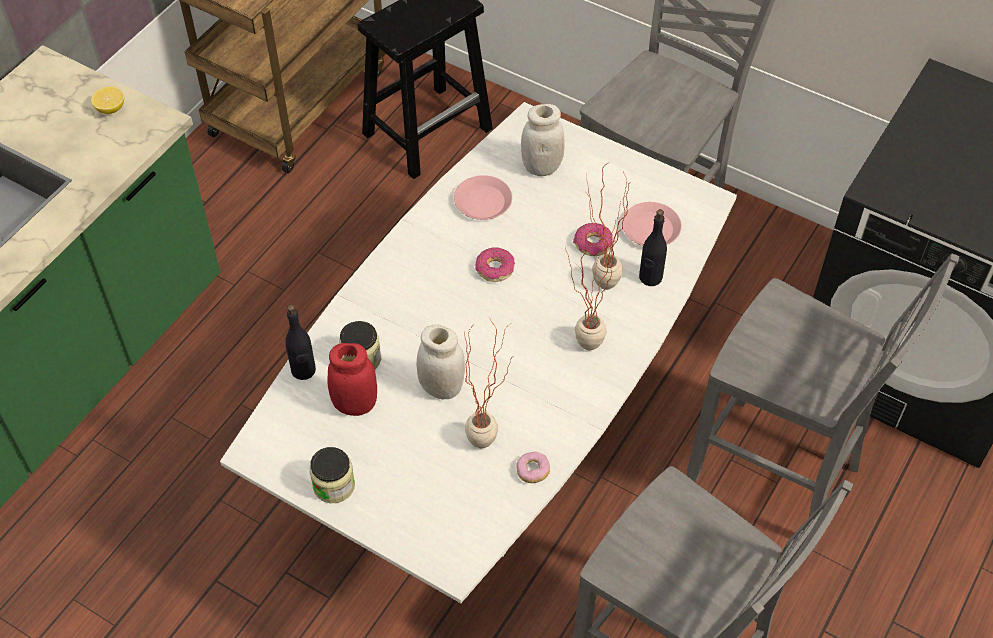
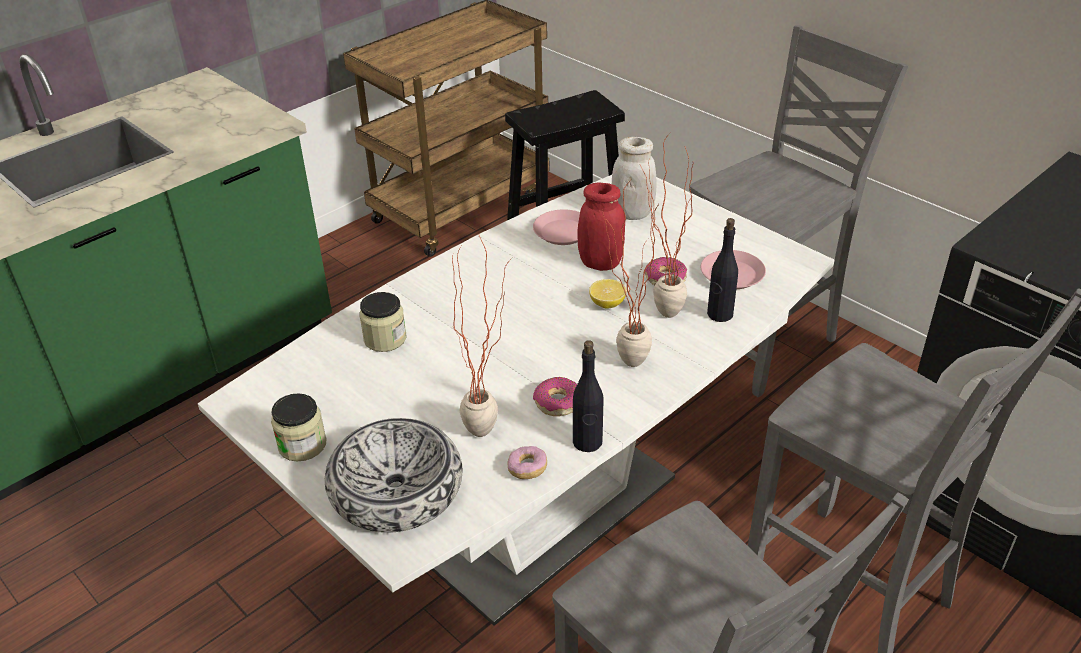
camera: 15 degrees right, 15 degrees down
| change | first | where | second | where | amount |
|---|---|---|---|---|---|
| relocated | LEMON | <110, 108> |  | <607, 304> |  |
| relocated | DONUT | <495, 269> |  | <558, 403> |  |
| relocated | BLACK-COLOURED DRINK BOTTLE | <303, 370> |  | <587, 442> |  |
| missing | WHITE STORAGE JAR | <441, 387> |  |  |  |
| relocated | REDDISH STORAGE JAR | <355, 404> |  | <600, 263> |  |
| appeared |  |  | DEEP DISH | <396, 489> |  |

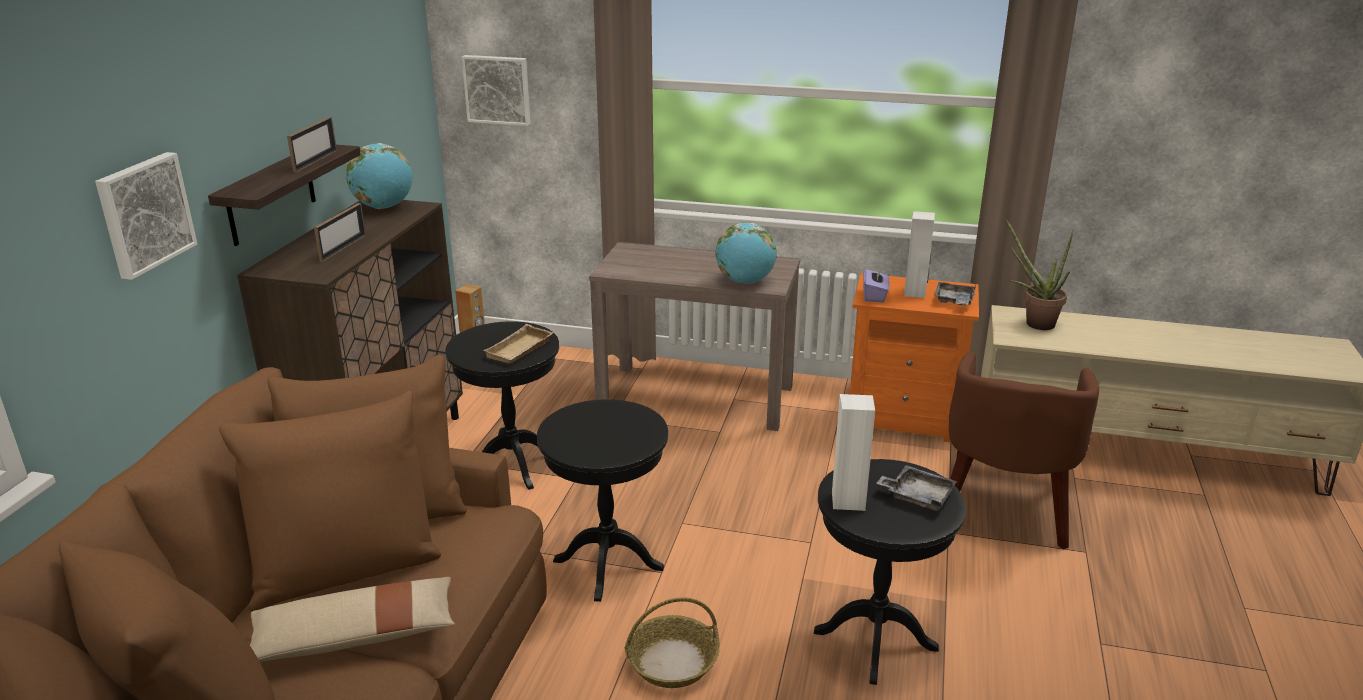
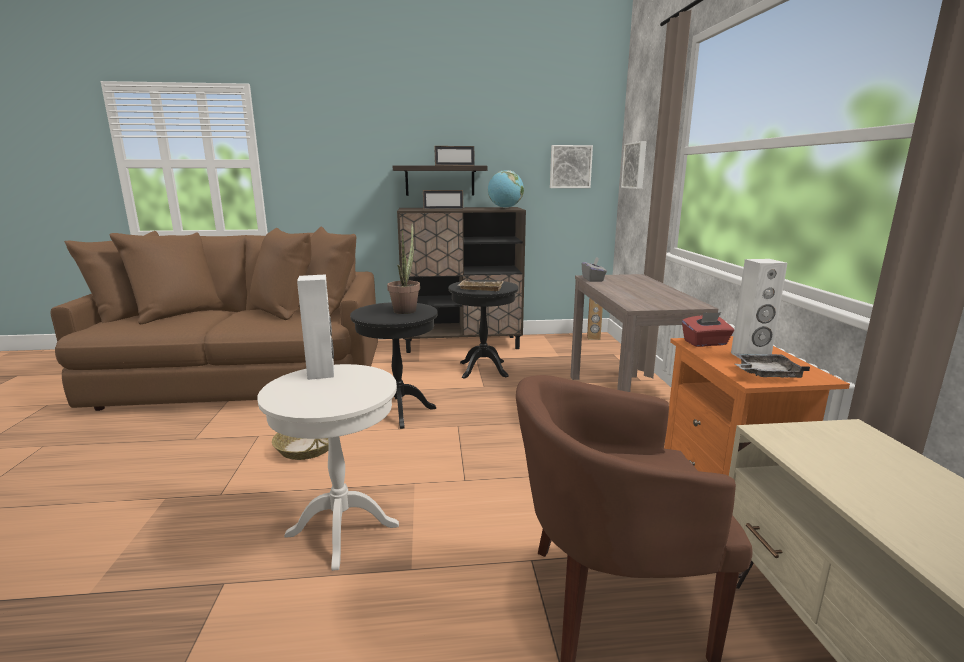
camera: 70 degrees right, 10 degrees down
| change | first | where | second | where | amount |
|---|---|---|---|---|---|
| relocated | WALL ART | <144, 214> |  | <570, 166> |  |
| relocated | PLANT IN A POT | <1033, 323> |  | <406, 309> |  |
| missing | DESK GLOBE | <745, 282> |  |  |  |
| colour | PURPLE-COLOURED TISSUE BOX | <874, 296> | REDDISH TISSUE BOX | <705, 343> |  |
| colour | BLACK-COLOURED END TABLE | <875, 640> | WHITE END TABLE | <342, 530> |  |
| missing | GREY SERVING TRAY | <917, 496> |  |  |  |
| missing | SAND-COLOURED PILLOW | <355, 636> |  |  |  |
| appeared |  |  | GREY TISSUE BOX | <593, 279> |  |

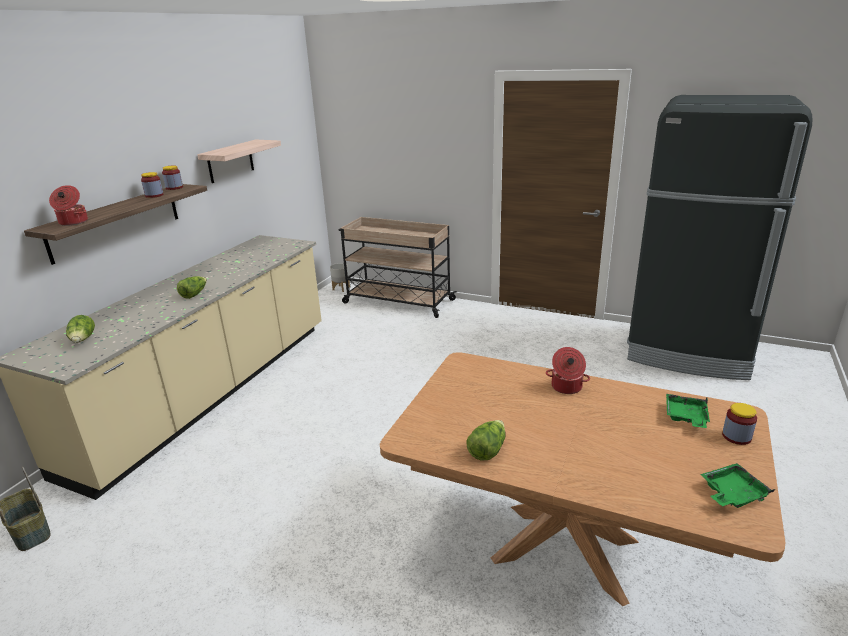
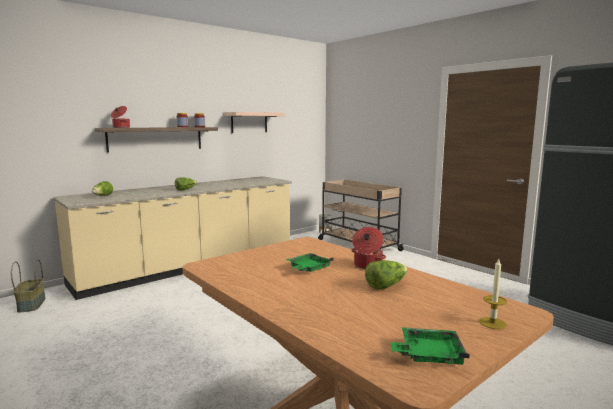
camera: 25 degrees right, 15 degrees down
| change | first | where | second | where | amount |
|---|---|---|---|---|---|
| relocated | GREENISH SERVING TRAY | <686, 417> |  | <308, 269> |  |
| exchanged | STORAGE JAR | <736, 436> | WAX CANDLE | <492, 323> |  |
| relocated | LETTUCE | <487, 449> |  | <386, 285> |  |

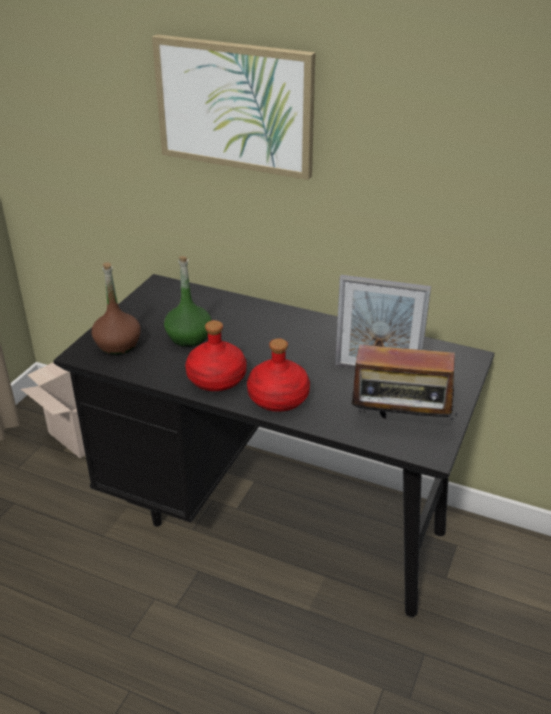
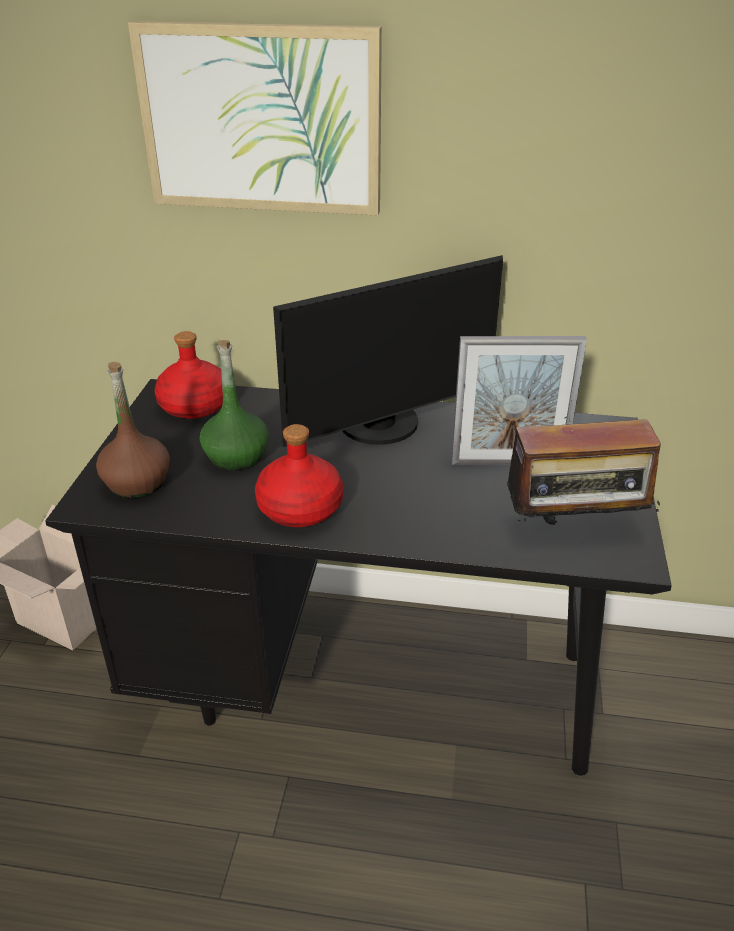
camera: 15 degrees left, 0 degrees up
| change | first | where | second | where | amount |
|---|---|---|---|---|---|
| relocated | REDDISH DRINK BOTTLE | <279, 398> |  | <195, 406> |  |
| appeared |  |  | COMPUTER DISPLAY | <383, 427> |  |

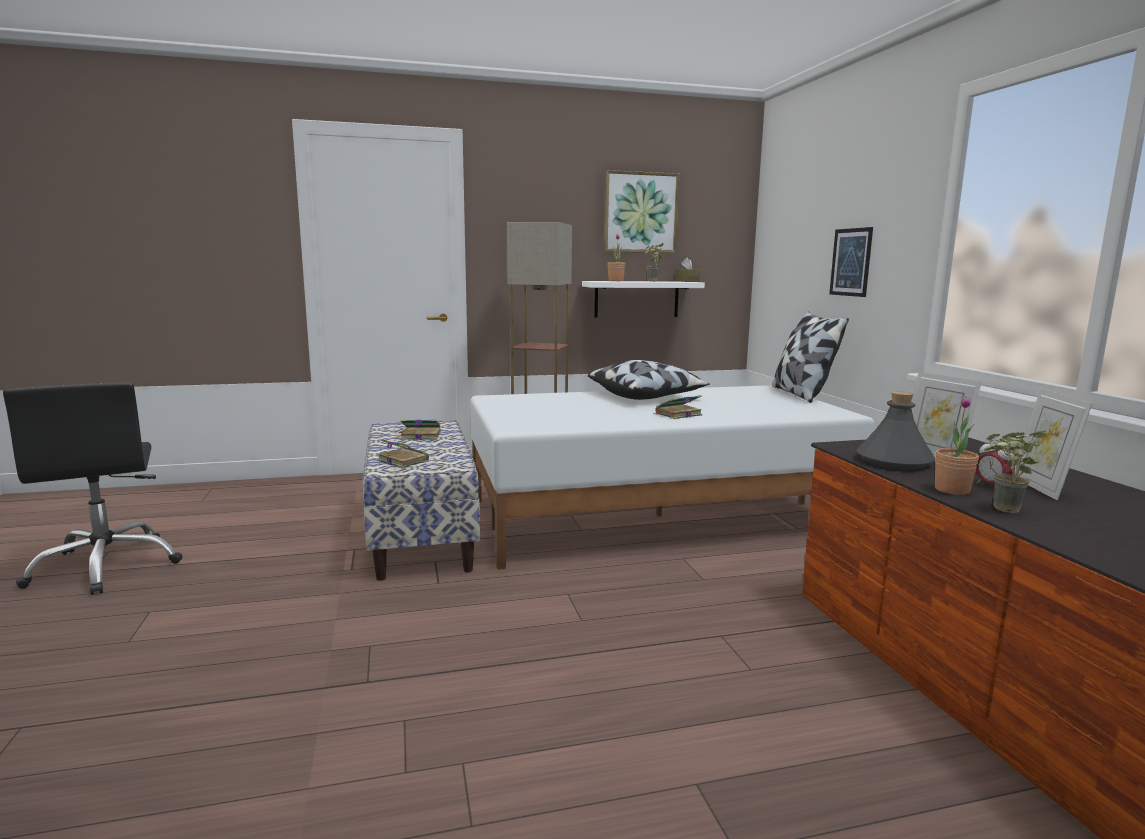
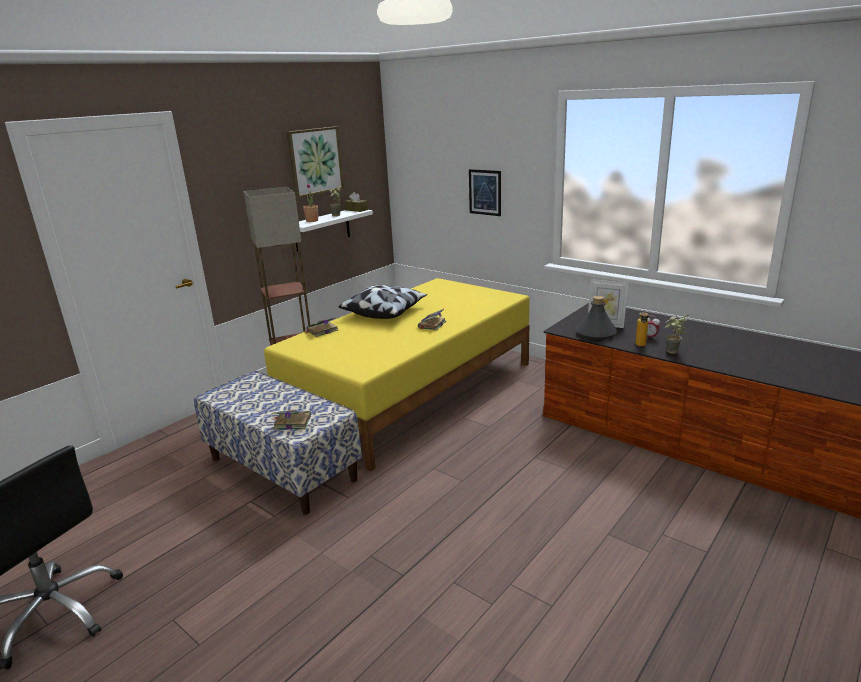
camera: 35 degrees left, 10 degrees up
| change | first | where | second | where | amount |
|---|---|---|---|---|---|
| missing | PILLOW | <801, 394> |  |  |  |
| colour | WHITE SLEEPING BED | <658, 516> | YELLOWISH SLEEPING BED | <414, 392> |  |
| missing | PHOTO FRAME | <1041, 487> |  |  |  |
| exchanged | PLANT IN A POT | <952, 490> | DRINK BOTTLE | <641, 346> |  |
| relocated | BOOK | <420, 436> |  | <321, 331> |  |

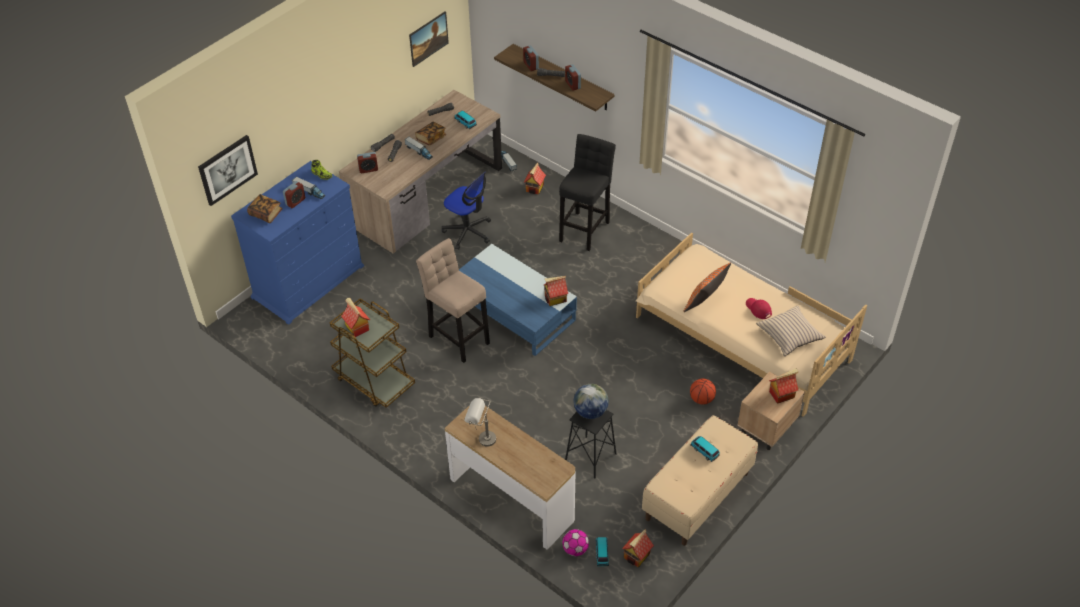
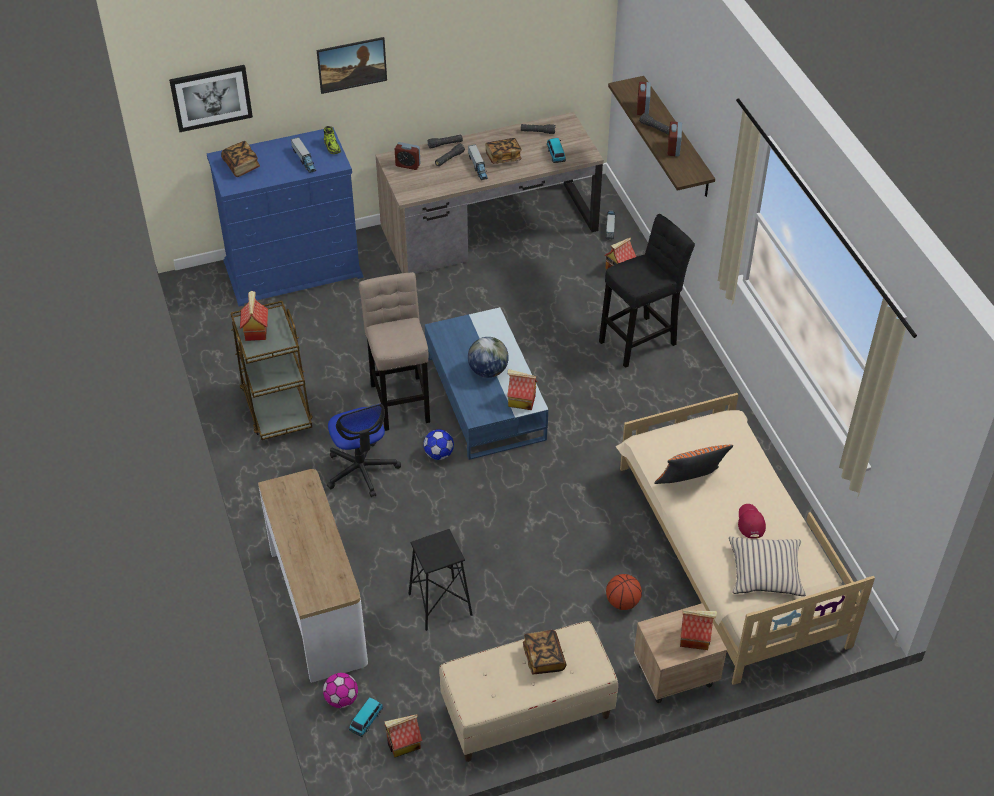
camera: 30 degrees right, 0 degrees up
| change | first | where | second | where | amount |
|---|---|---|---|---|---|
| relocated | WALL ART | <429, 46> |  | <353, 75> |  |
| relocated | DESK CHAIR | <468, 232> |  | <361, 470> |  |
| missing | TABLE CLOCK | <295, 202> |  |  |  |
| relocated | DESK GLOBE | <590, 412> |  | <488, 371> |  |
| missing | GREY LAMP FOR A TABLE | <481, 438> |  |  |  |
| exchanged | MINIATURE CAR | <704, 451> | BOOK | <544, 658> |  |
| appeared |  |  | FOOTBALL BALL | <439, 454> |  |

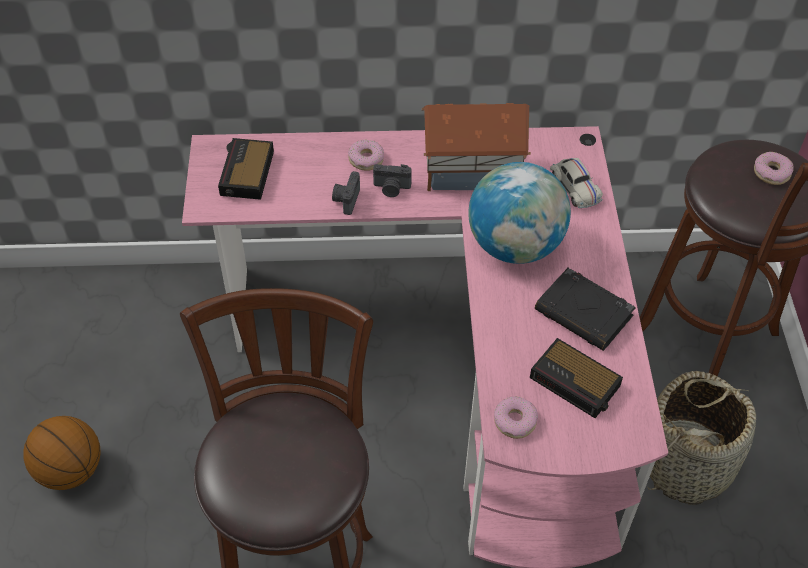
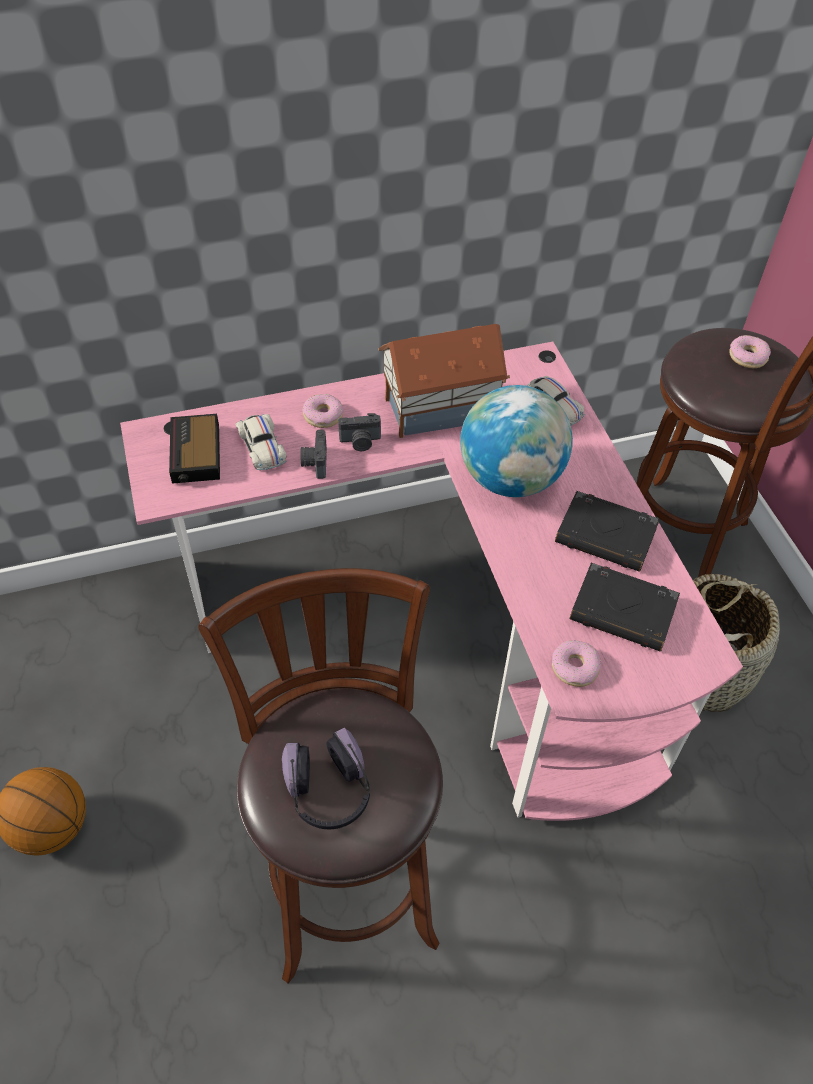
camera: 15 degrees left, 0 degrees up
| change | first | where | second | where | amount |
|---|---|---|---|---|---|
| exchanged | TABLE CLOCK | <576, 383> | BLACK-COLOURED BOOK | <624, 612> |  |
| appeared |  |  | WHITE MINIATURE CAR | <262, 447> |  |
| appeared |  |  | HEADSET | <328, 791> |  |

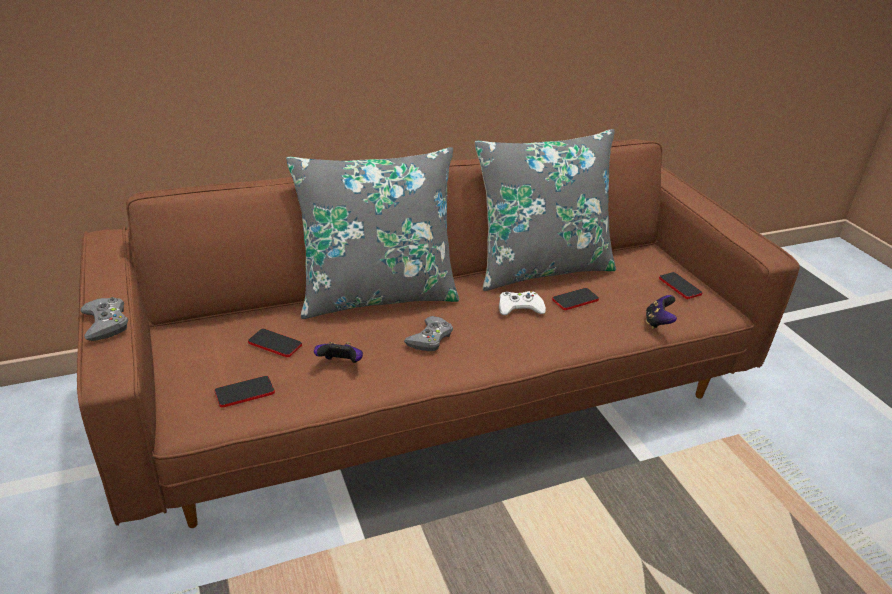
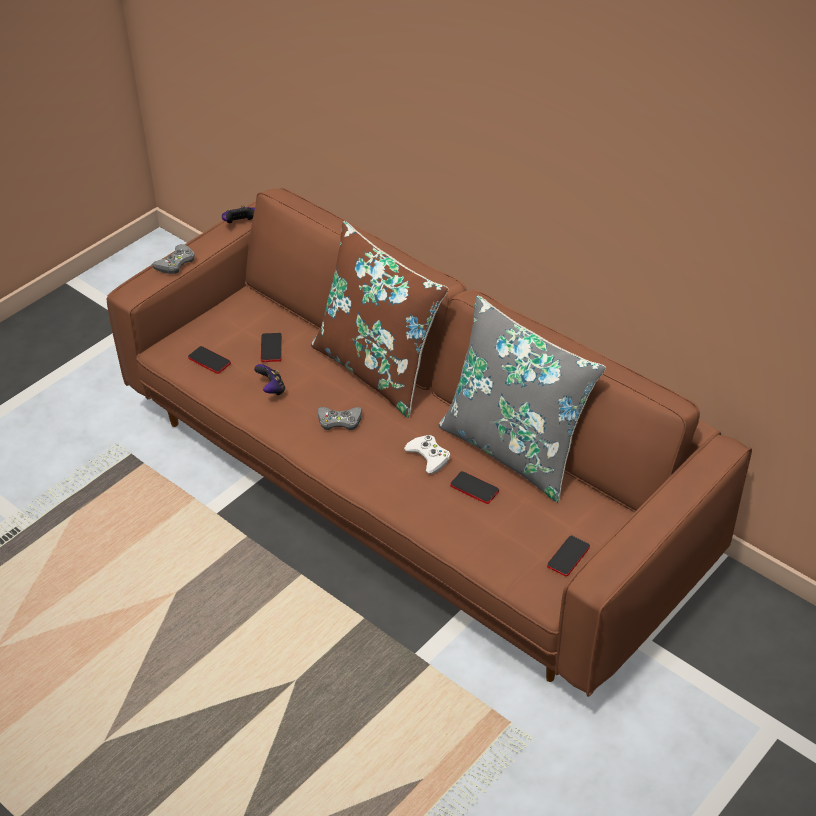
camera: 65 degrees right, 10 degrees up
| change | first | where | second | where | amount |
|---|---|---|---|---|---|
| colour | GREY PILLOW | <377, 295> | BROWN PILLOW | <377, 369> |  |
| relocated | GAMEPAD | <658, 323> |  | <240, 224> |  |

